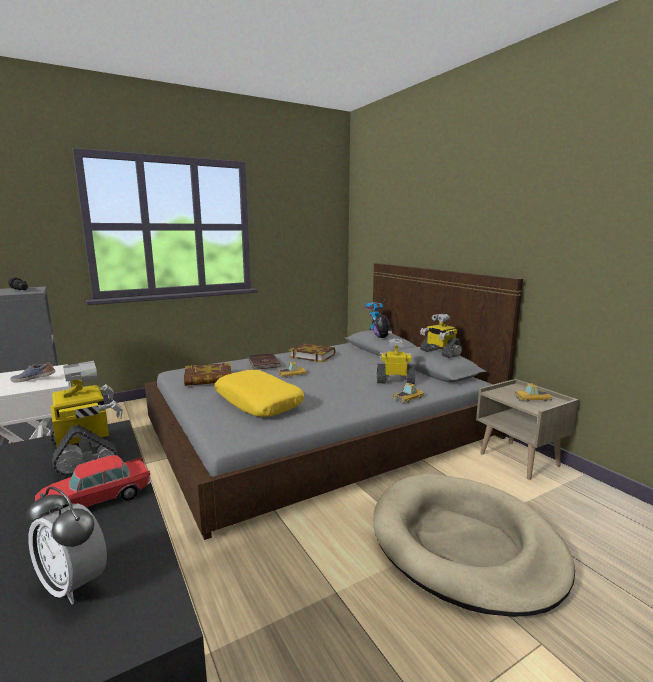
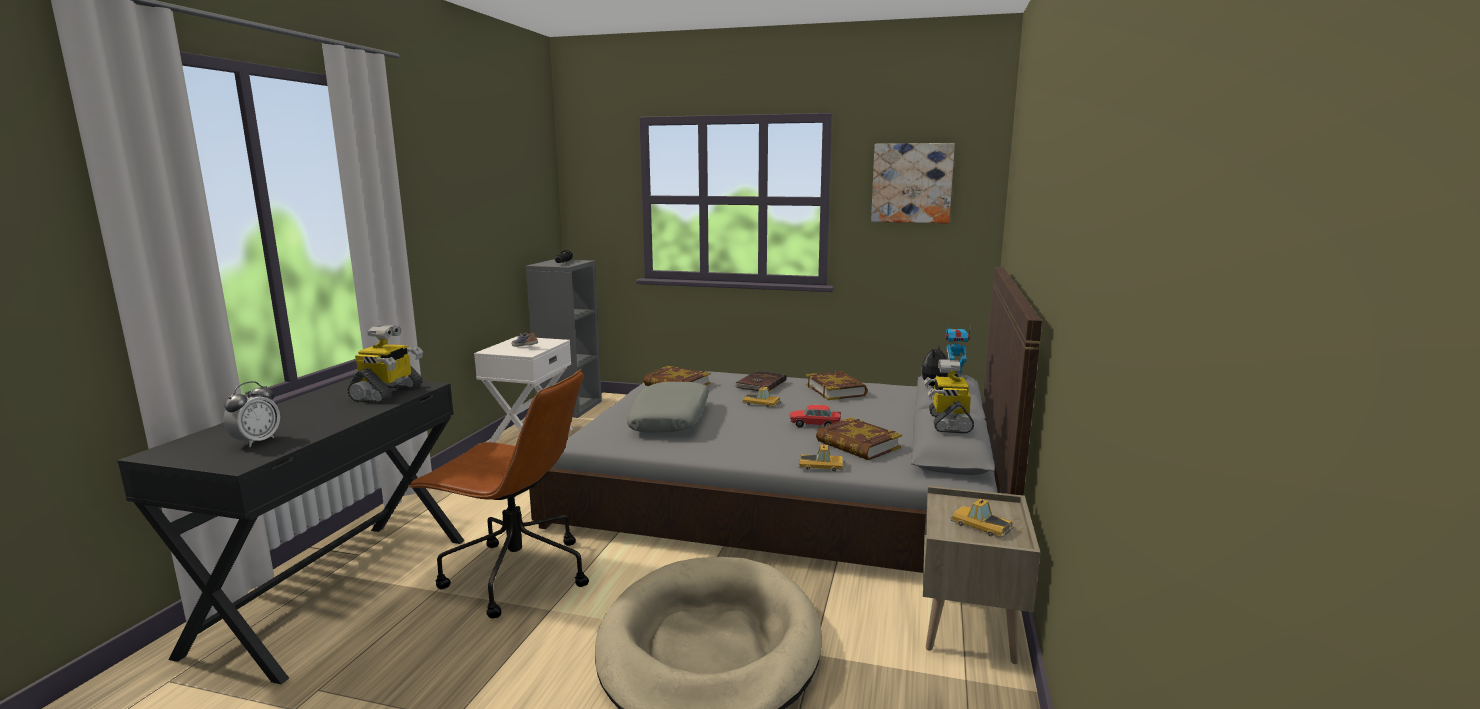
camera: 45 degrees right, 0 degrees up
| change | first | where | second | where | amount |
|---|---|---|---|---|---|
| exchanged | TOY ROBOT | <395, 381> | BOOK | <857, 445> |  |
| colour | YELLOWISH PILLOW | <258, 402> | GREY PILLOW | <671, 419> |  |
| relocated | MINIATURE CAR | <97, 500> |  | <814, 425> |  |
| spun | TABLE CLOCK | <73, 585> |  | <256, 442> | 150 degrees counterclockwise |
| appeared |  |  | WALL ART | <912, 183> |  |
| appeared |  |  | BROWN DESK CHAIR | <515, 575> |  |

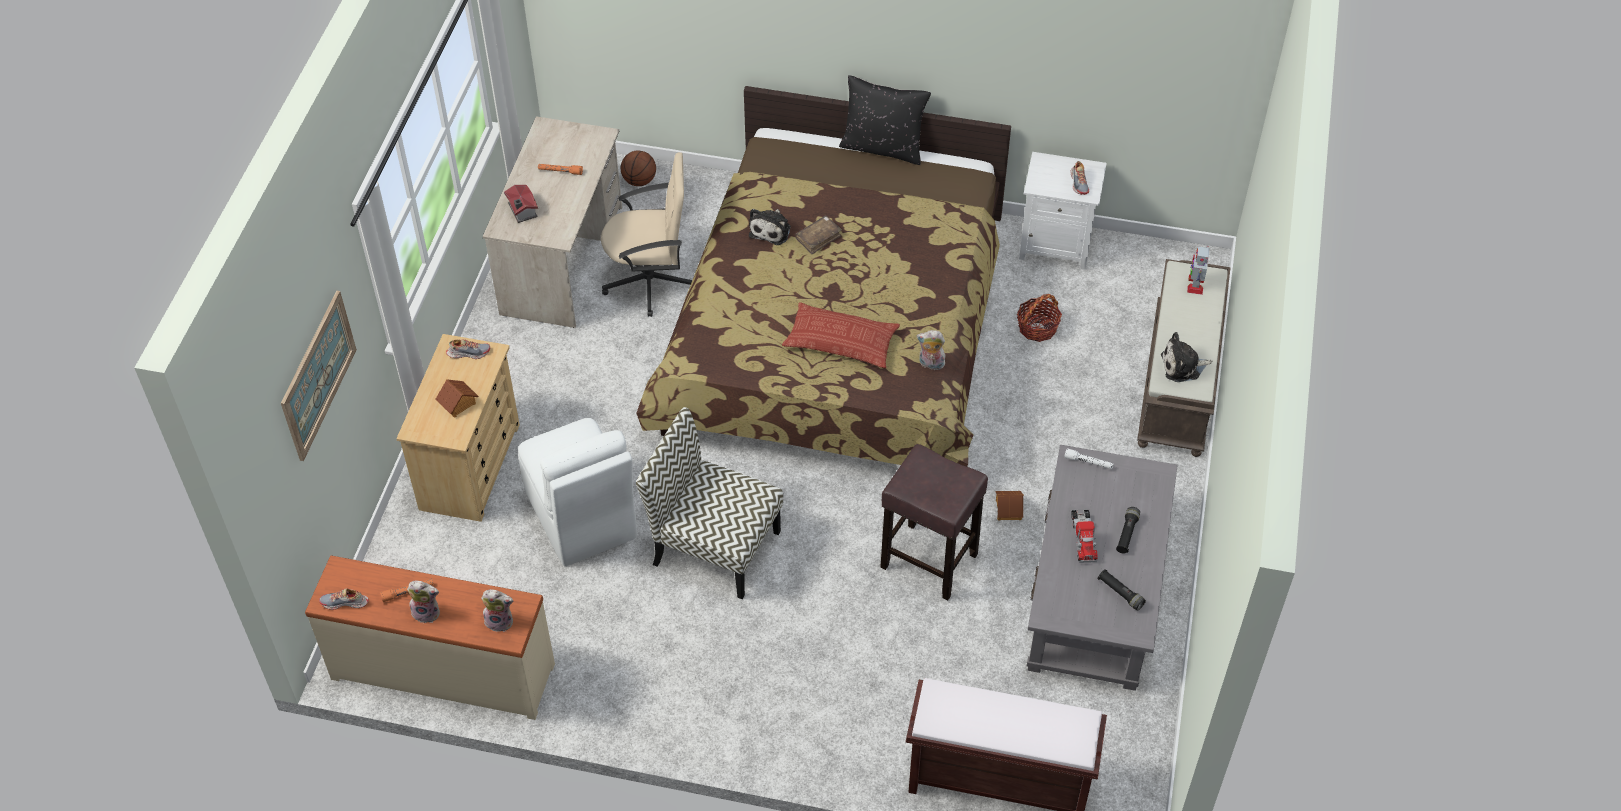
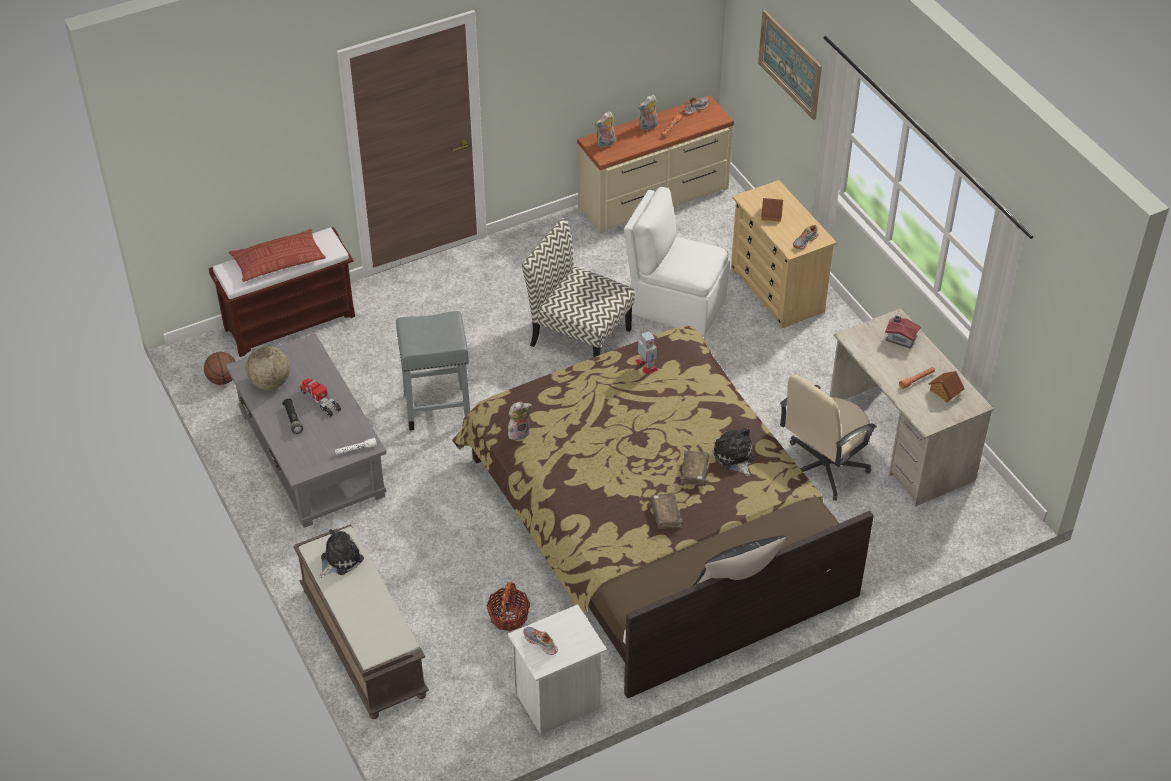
camera: 140 degrees right, 5 degrees down
| change | first | where | second | where | amount |
|---|---|---|---|---|---|
| relocated | BALL FOR BASKETBALL | <639, 181> |  | <222, 379> |  |
| relocated | TOY ROBOT | <1195, 284> |  | <647, 365> |  |
| relocated | PILLOW | <841, 341> |  | <278, 260> |  |
| spun | PLAIN CHAIR | <714, 547> |  | <578, 337> | 135 degrees counterclockwise |
| colour | BROWN STOOL | <927, 560> | GREY STOOL | <438, 408> |  |
| relocated | TOY HOUSE | <1009, 509> |  | <944, 391> |  |
| exchanged | BLACK-COLOURED HAND TORCH | <1120, 593> | DESK GLOBE | <270, 383> |  |
| appeared |  |  | BROWN BOOK | <665, 515> |  |

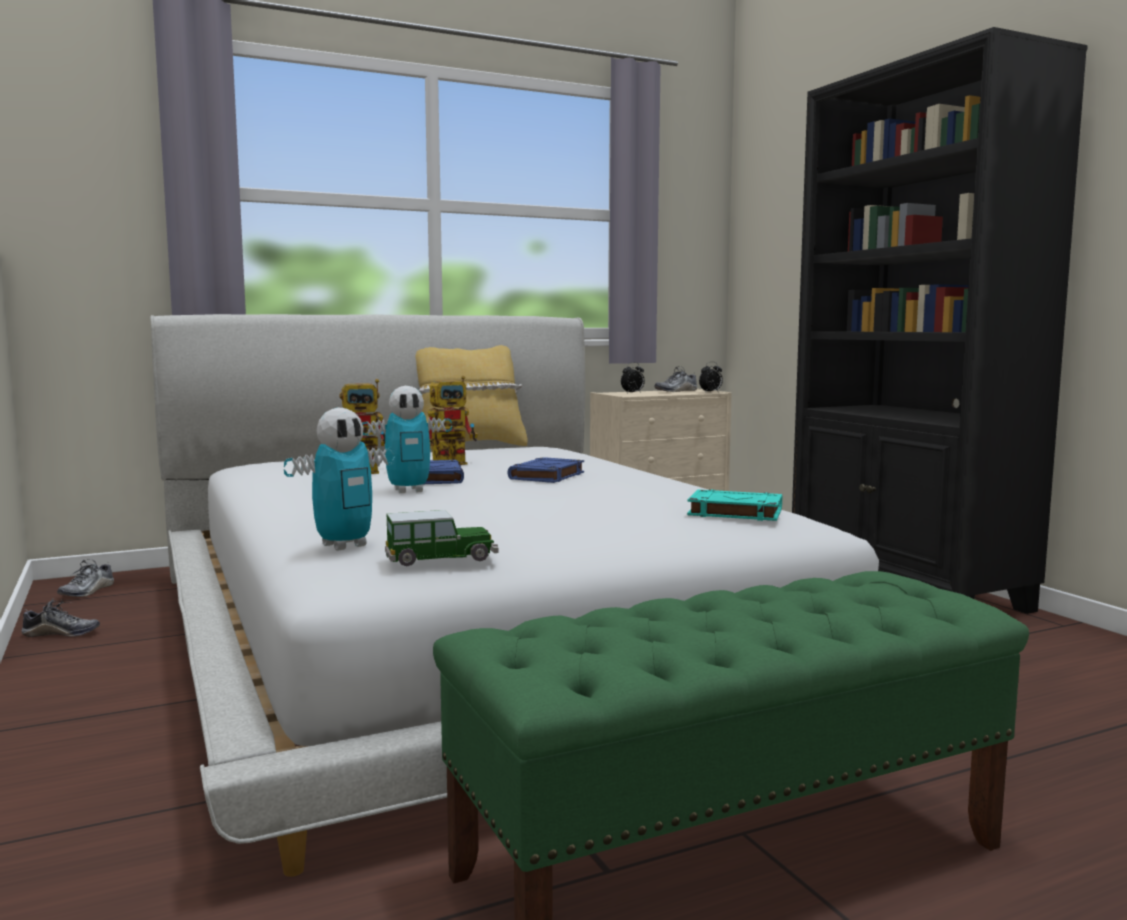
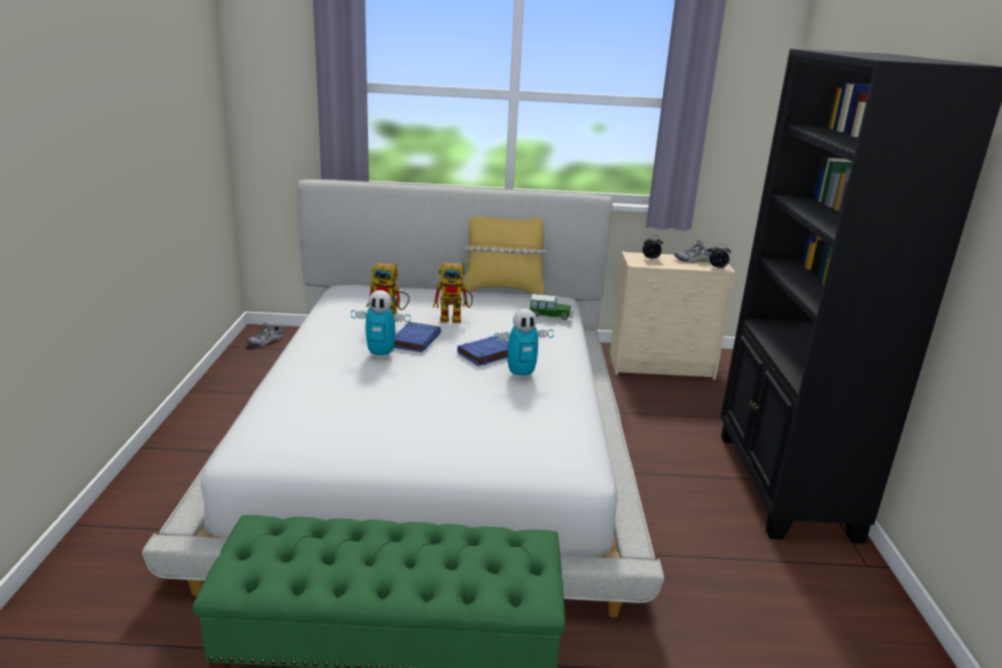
camera: 25 degrees right, 15 degrees up
| change | first | where | second | where | amount |
|---|---|---|---|---|---|
| relocated | TOY ROBOT | <344, 546> |  | <521, 375> |  |
| missing | BLUE-GREEN BOOK | <734, 512> |  |  |  |
| relocated | MINIATURE CAR | <441, 558> |  | <550, 315> |  |
| missing | ITEM OF FOOTWEAR | <61, 634> |  |  |  |

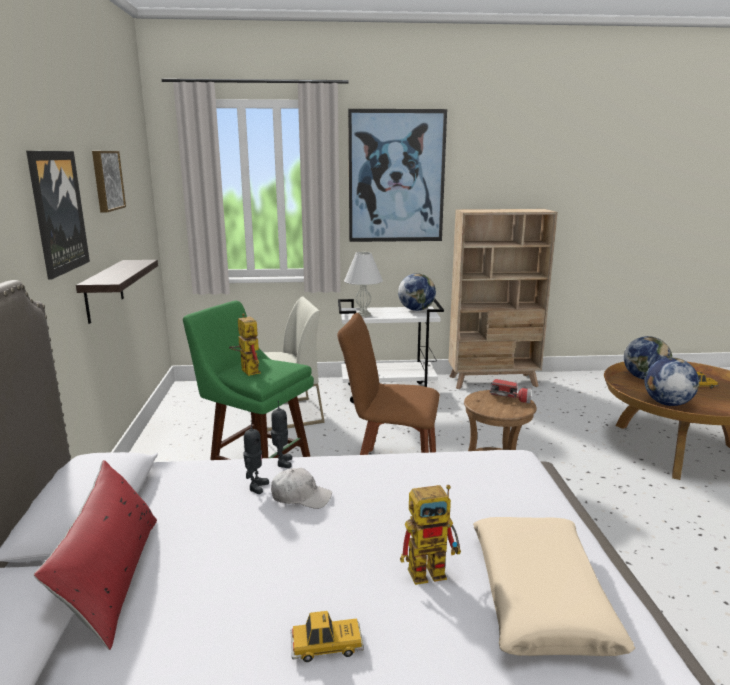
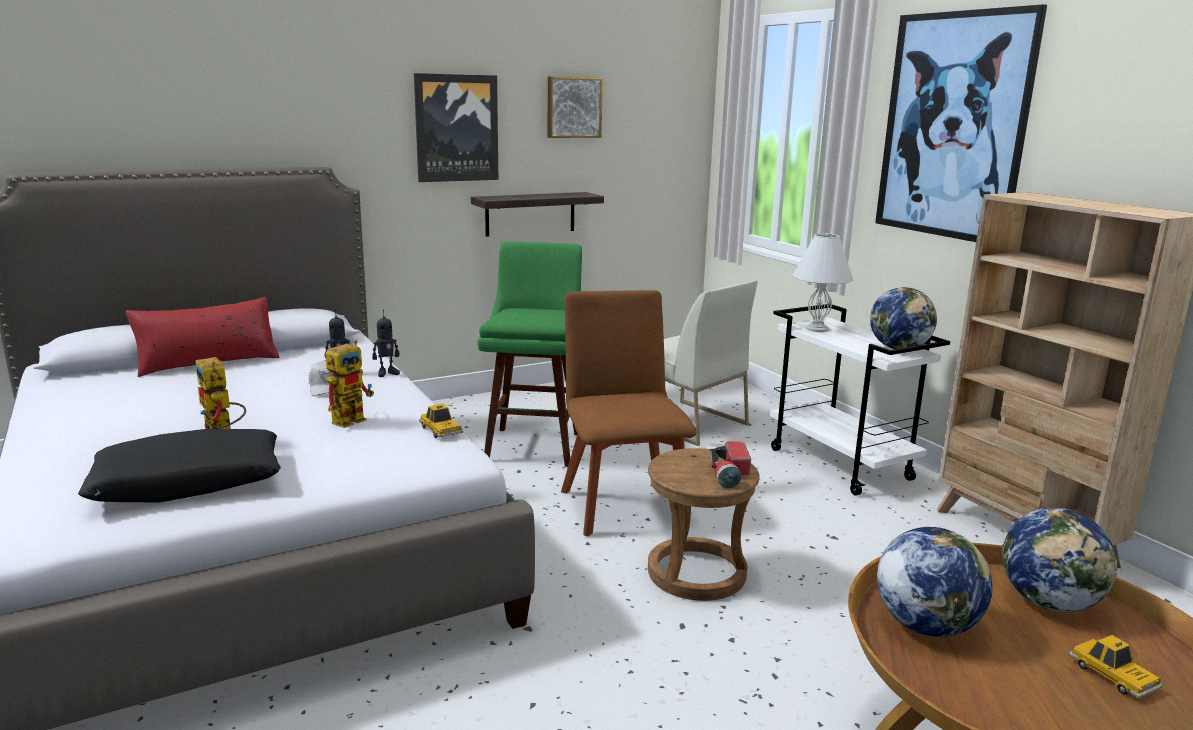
camera: 65 degrees right, 0 degrees up
| change | first | where | second | where | amount |
|---|---|---|---|---|---|
| relocated | TOY ROBOT | <247, 370> |  | <352, 418> |  |
| colour | SAND-COLOURED PILLOW | <540, 597> | BLACK-COLOURED PILLOW | <189, 483> |  |
| relocated | MINIATURE CAR | <326, 645> |  | <441, 430> |  |

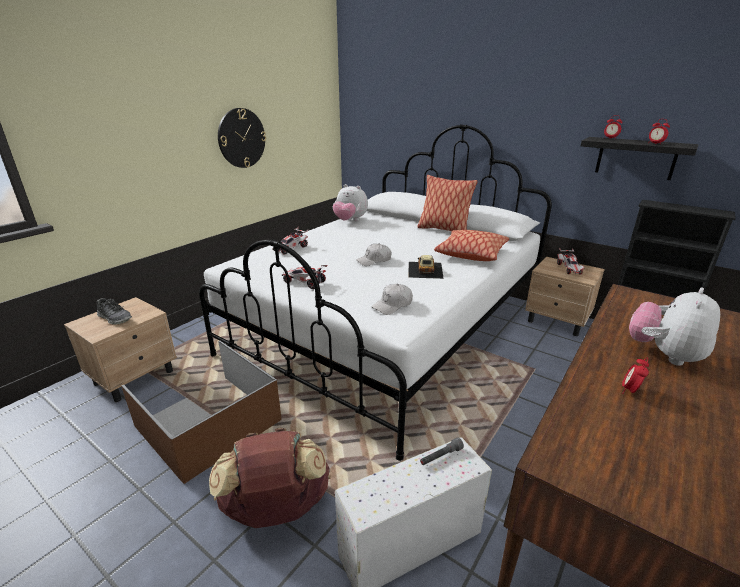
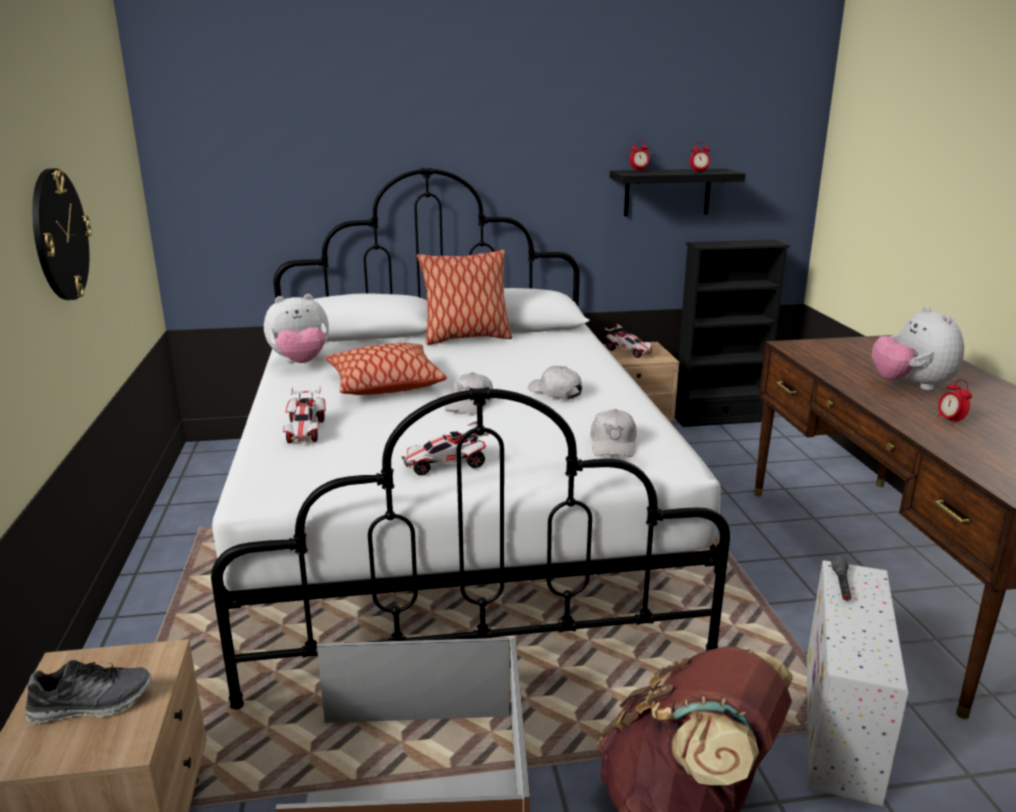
camera: 45 degrees left, 5 degrees down
| change | first | where | second | where | amount |
|---|---|---|---|---|---|
| relocated | PILLOW | <471, 253> |  | <385, 384> |  |
| exchanged | MINIATURE CAR | <425, 269> | WHITE PEAKED CAP | <555, 392> |  |

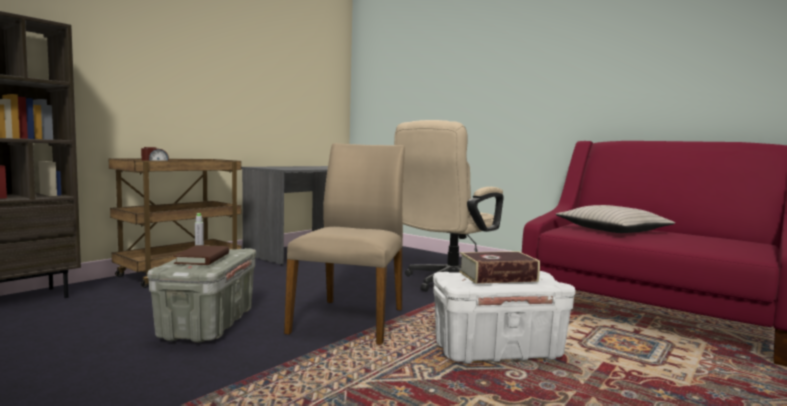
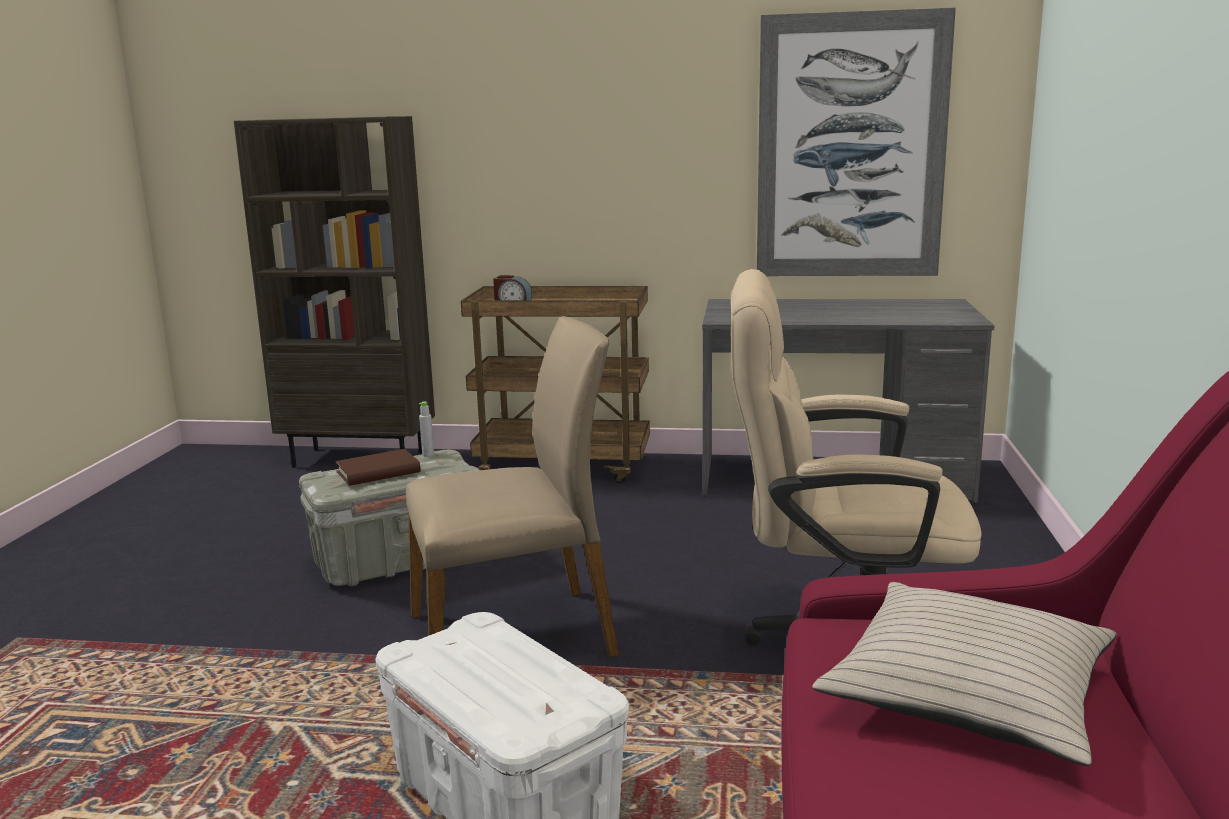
camera: 60 degrees right, 10 degrees up
| change | first | where | second | where | amount |
|---|---|---|---|---|---|
| missing | BOOK | <497, 276> |  |  |  |
| appeared |  |  | WALL ART | <850, 148> |  |

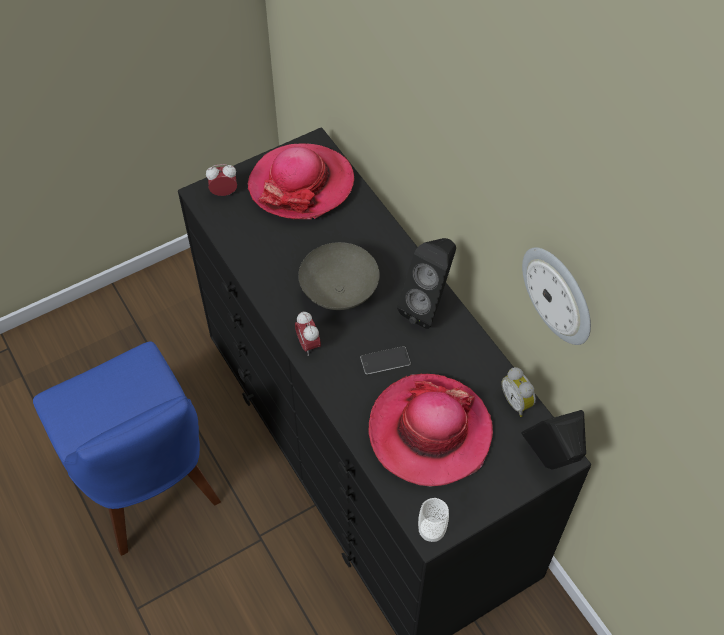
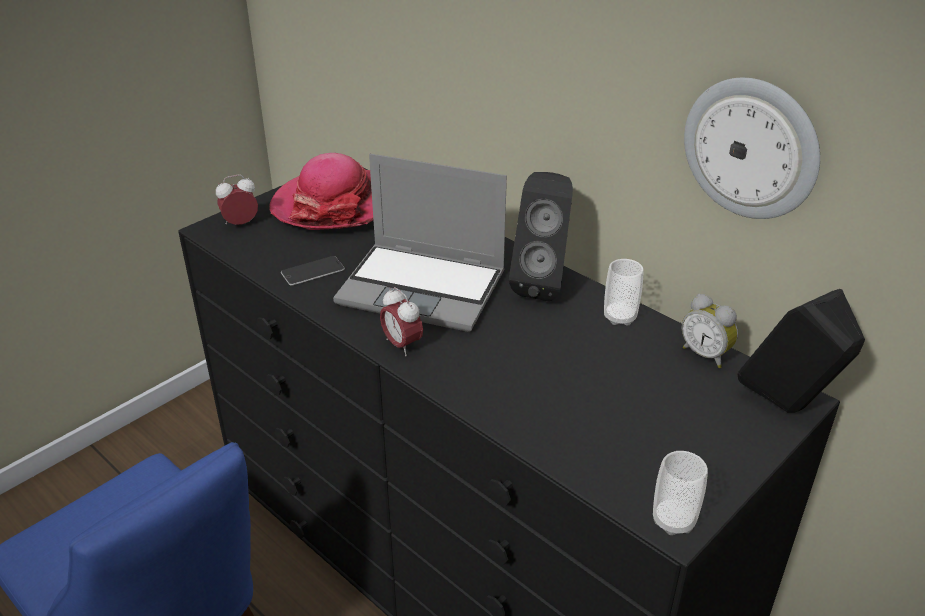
camera: 15 degrees left, 20 degrees down
| change | first | where | second | where | amount |
|---|---|---|---|---|---|
| exchanged | GREY DEEP DISH | <340, 292> | PORTABLE COMPUTER | <424, 288> |  |
| relocated | PHONE | <385, 360> |  | <312, 271> |  |
| missing | CLOTHING HAT | <430, 432> |  |  |  |
| appeared |  |  | CUP | <620, 317> |  |

